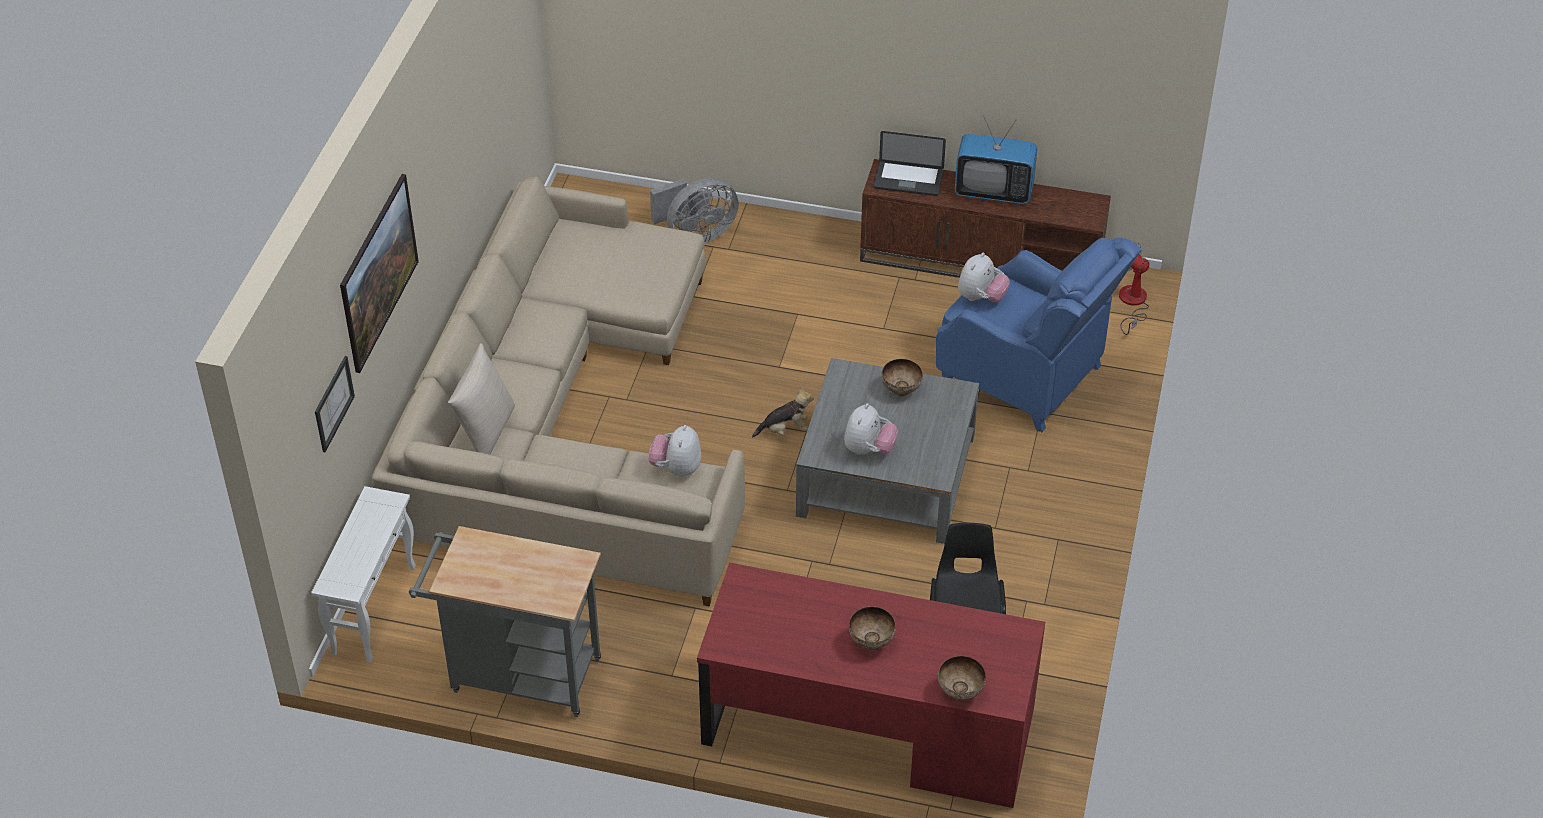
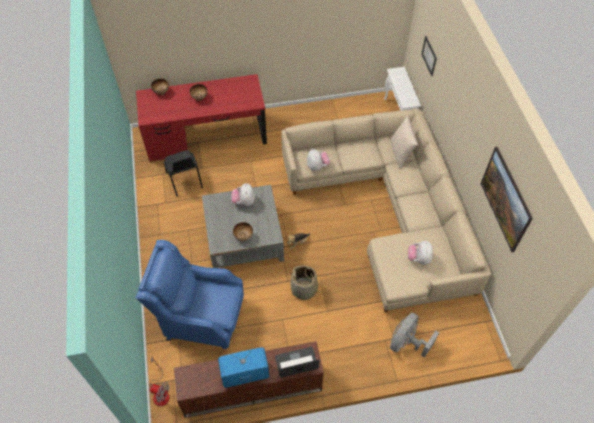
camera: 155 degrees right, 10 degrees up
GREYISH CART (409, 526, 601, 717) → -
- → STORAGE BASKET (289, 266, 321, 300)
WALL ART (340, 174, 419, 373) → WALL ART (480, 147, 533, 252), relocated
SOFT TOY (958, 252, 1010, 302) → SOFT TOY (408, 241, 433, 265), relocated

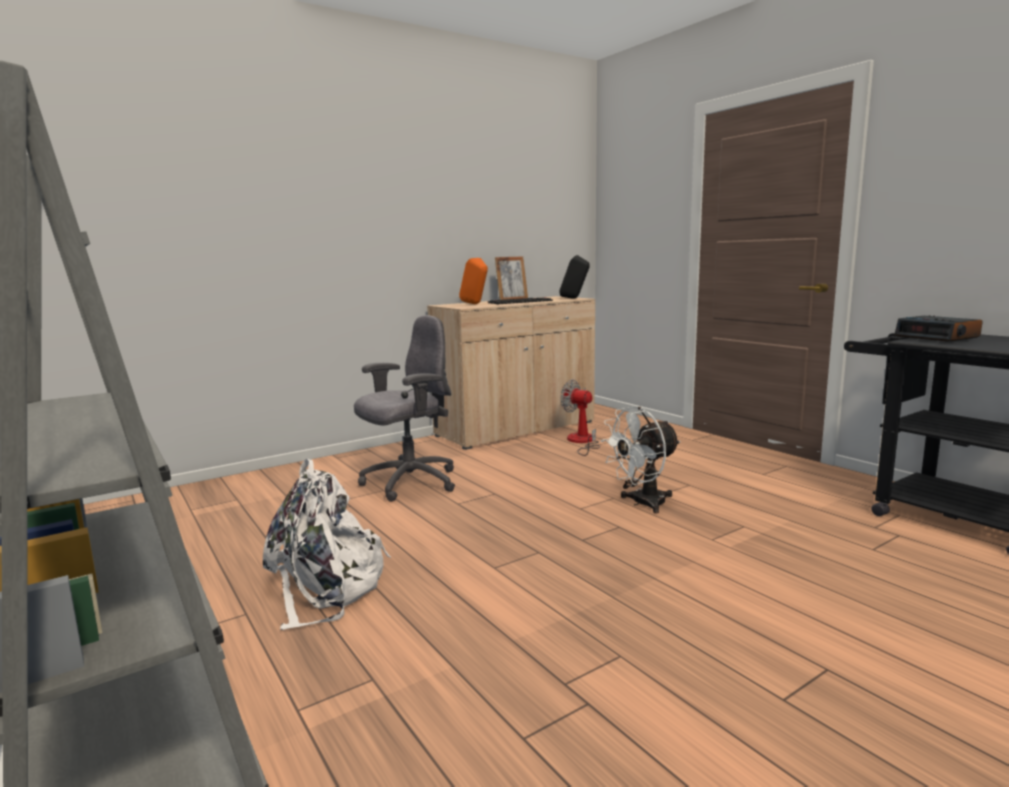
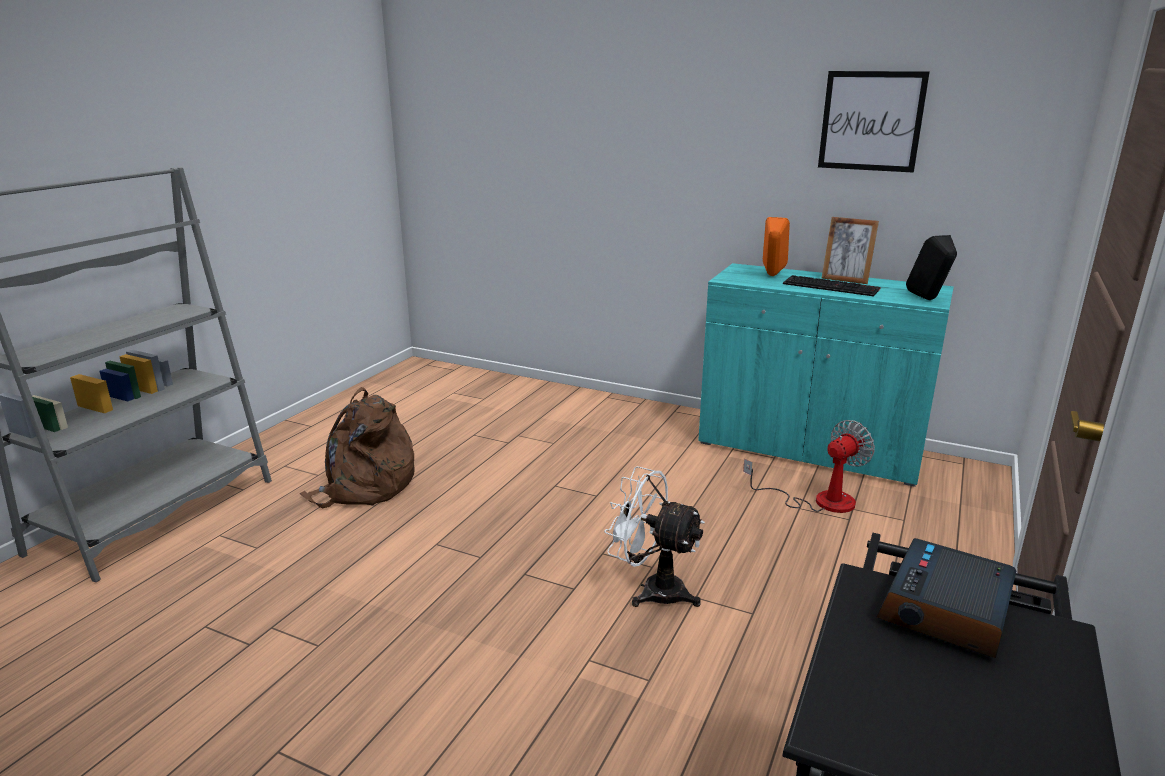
camera: 60 degrees right, 10 degrees up
GREYISH OFFICE CHAIR (354, 315, 455, 502) → -
- → WALL ART (818, 71, 930, 173)
WHITISH RUCKSACK (263, 459, 391, 630) → BROWNISH RUCKSACK (299, 387, 415, 508)
BEIGE-COLOURED CUPBOARD (427, 296, 595, 450) → TURQUOISE CUPBOARD (698, 263, 954, 487)
COOLING FAN (561, 379, 600, 456) → COOLING FAN (743, 420, 875, 513), 45 degrees clockwise

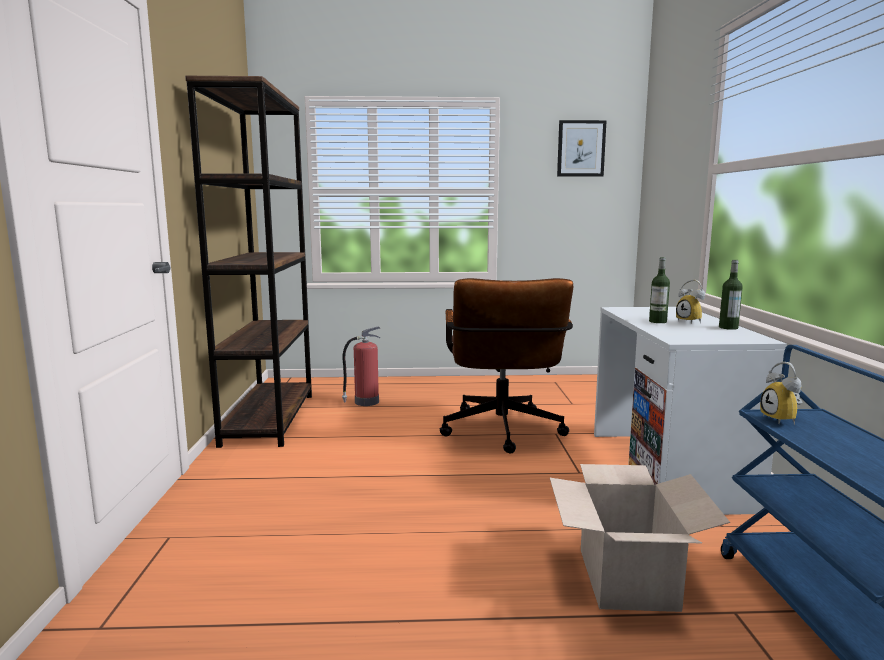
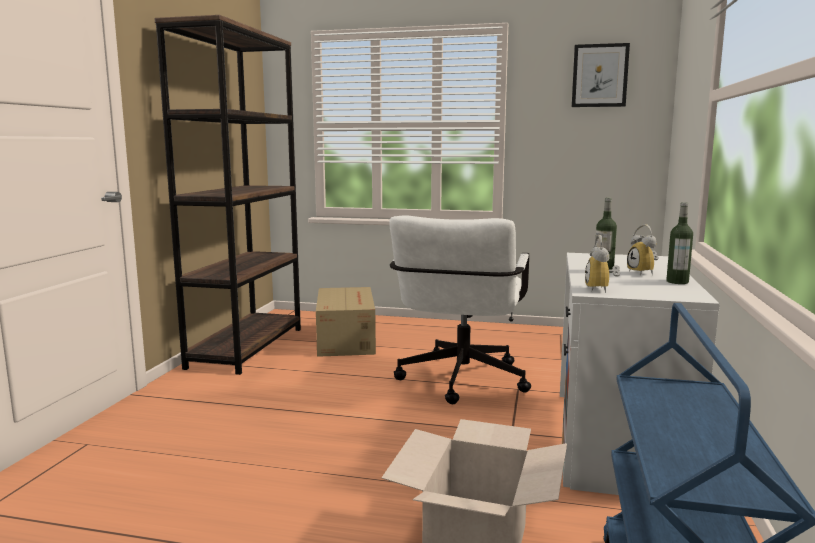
camera: 15 degrees right, 0 degrees up
BEDSIDE CLOCK (760, 362, 802, 425) → BEDSIDE CLOCK (585, 235, 620, 293), relocated
EXTINGUISHER (342, 326, 380, 406) → CARDBOARD BOX (316, 287, 376, 357)
BROWNISH OFFICE CHAIR (439, 278, 573, 453) → WHITISH OFFICE CHAIR (389, 216, 531, 404)

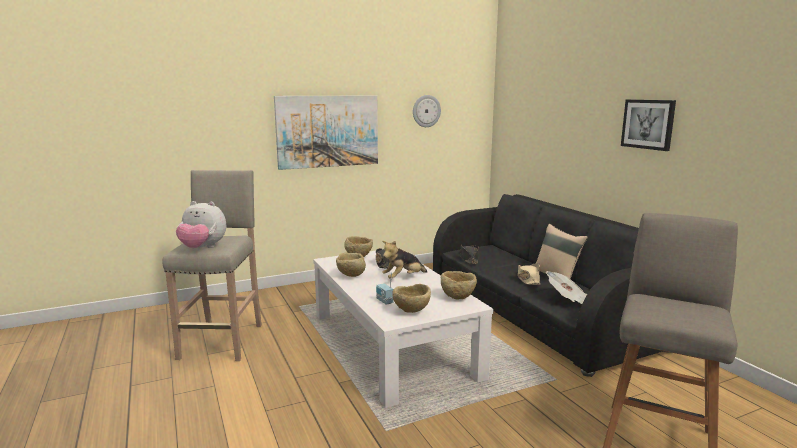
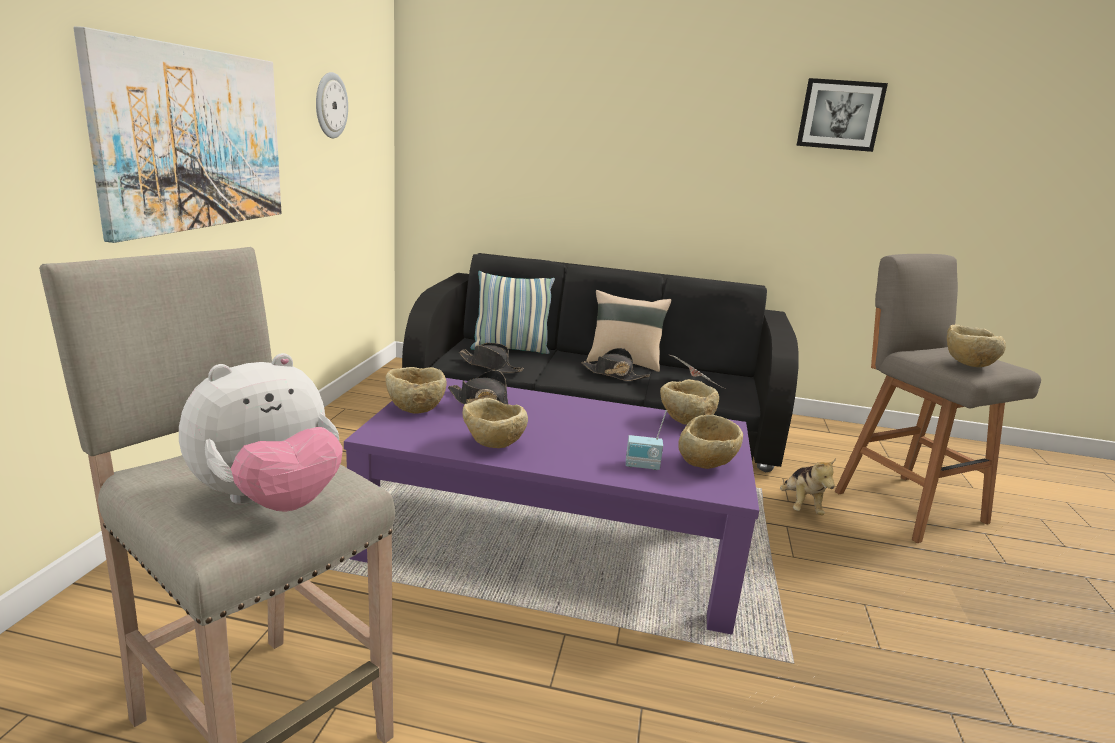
camera: 55 degrees left, 5 degrees up
- → THROW PILLOW (471, 271, 555, 354)
- → BEIGE-COLOURED SERVING BOWL (947, 324, 1006, 367)
SOFT TOY (382, 241, 427, 279) → SOFT TOY (780, 458, 836, 515), relocated
WALL ART (621, 100, 676, 151) → WALL ART (796, 78, 888, 152), relocated
WHITISH COFFEE TABLE (313, 251, 493, 408) → PURPLE-COLOURED COFFEE TABLE (344, 378, 759, 635)
BEIGE-COLOURED WEARABLE HAT (518, 263, 541, 285) → BLACK WEARABLE HAT (582, 348, 650, 381)

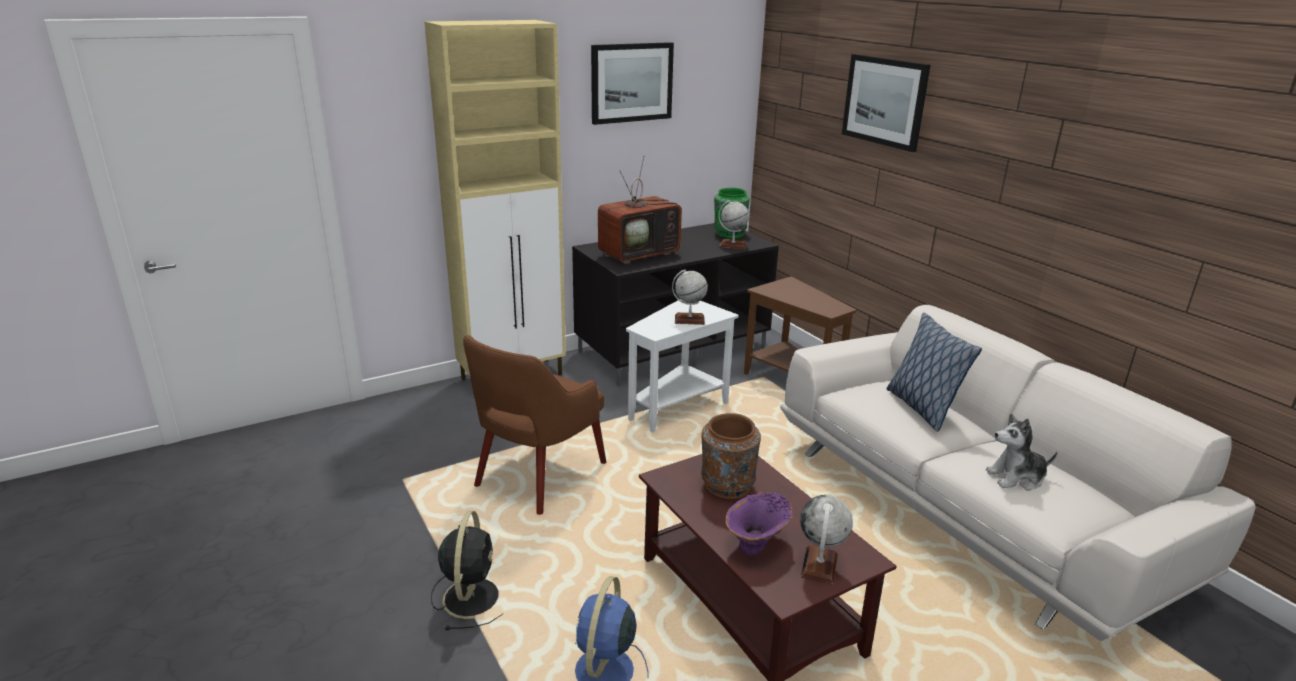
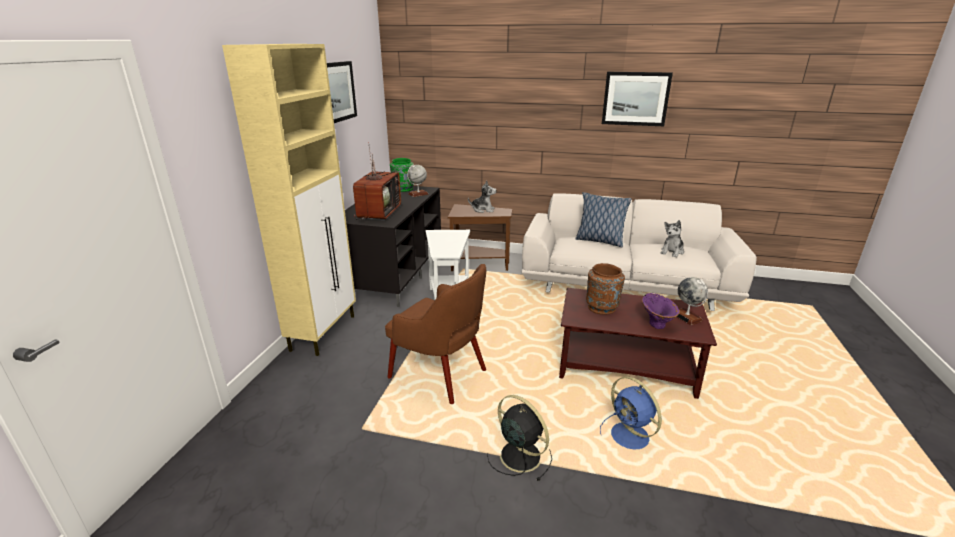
camera: 45 degrees left, 0 degrees up
GLOBE (672, 270, 708, 325) → -
- → SOFT TOY (468, 180, 497, 213)
WALL ART (842, 54, 930, 152) → WALL ART (602, 72, 673, 126), relocated
BROWNISH EASY CHAIR (463, 335, 606, 515) → BROWNISH EASY CHAIR (385, 264, 486, 404), 45 degrees counterclockwise

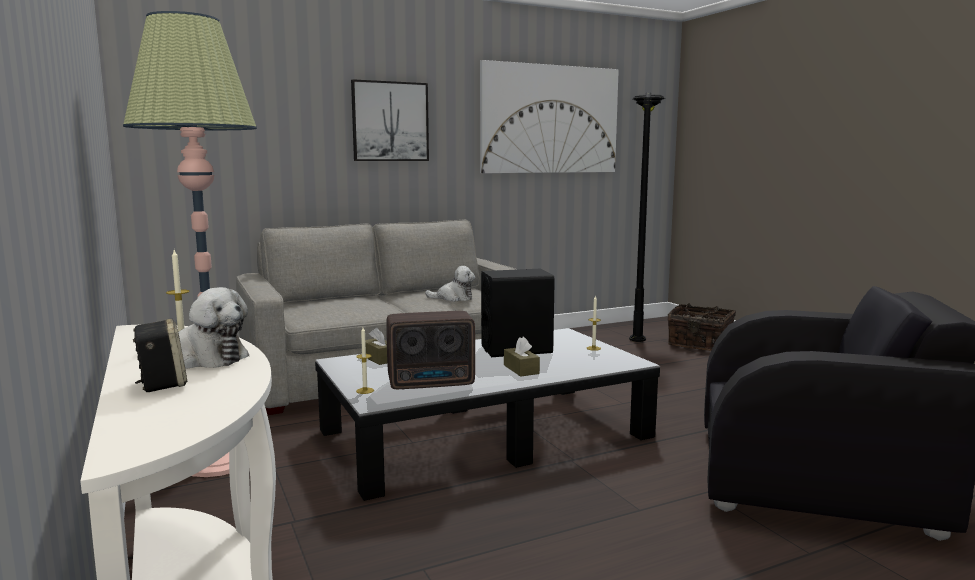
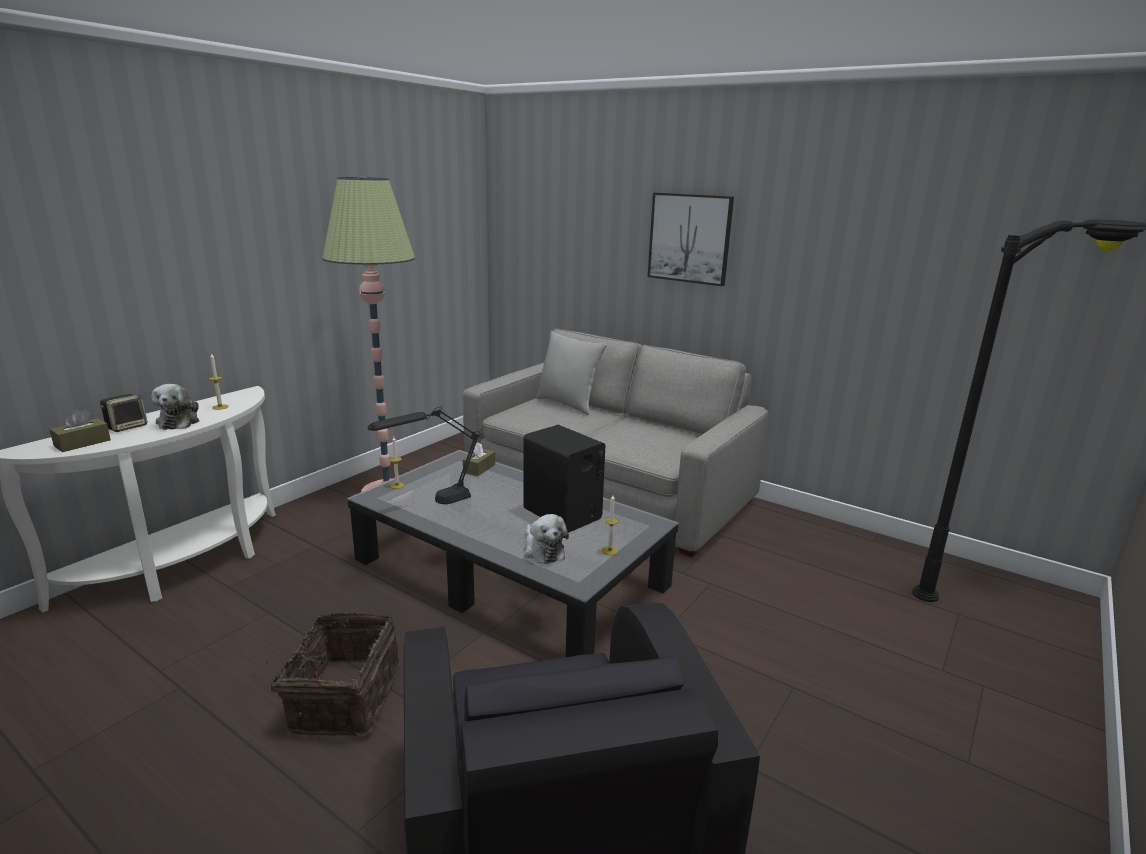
camera: 60 degrees right, 10 degrees up
WALL ART (480, 60, 619, 173) → -
- → GREYISH THROW PILLOW (536, 331, 607, 415)
SOFT TOY (425, 266, 475, 302) → SOFT TOY (524, 514, 569, 564), relocated
BROWNISH BOX OF TISSUES (504, 337, 540, 377) → BROWNISH BOX OF TISSUES (49, 409, 111, 452), relocated
STORAGE BASKET (668, 303, 736, 351) → STORAGE BASKET (254, 612, 400, 736), relocated
RADIO SET (386, 311, 475, 390) → BLACK TABLE LAMP (368, 407, 480, 504)

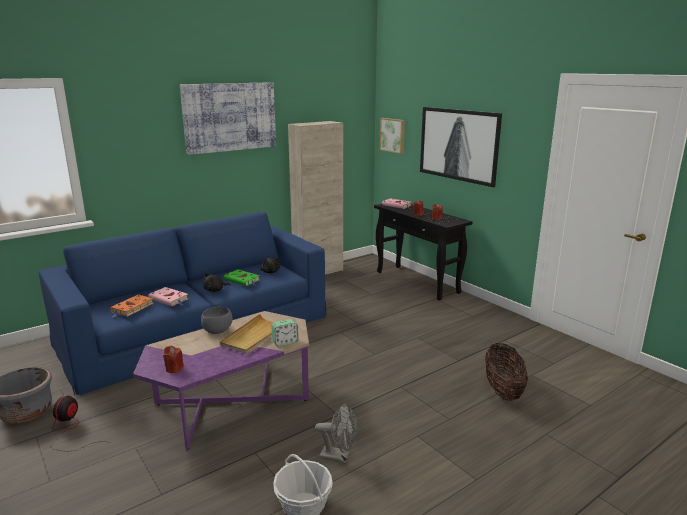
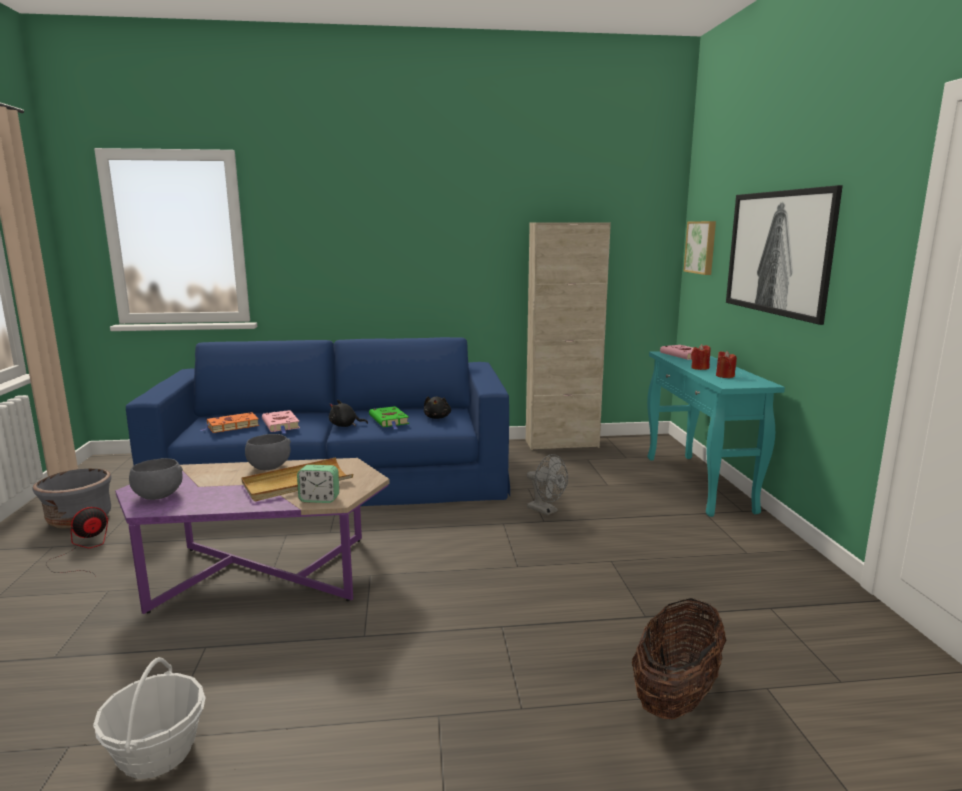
camera: 30 degrees right, 5 degrees down
WALL ART (180, 82, 276, 155) → -
GREYISH COOLING FAN (315, 404, 357, 463) → GREYISH COOLING FAN (527, 454, 568, 516), relocated
RED-COLOURED WAX CANDLE (163, 346, 184, 373) → GREYISH SERVING BOWL (129, 458, 183, 500)
BLACK NARROW TABLE (374, 204, 473, 300) → TURQUOISE NARROW TABLE (647, 351, 785, 517)

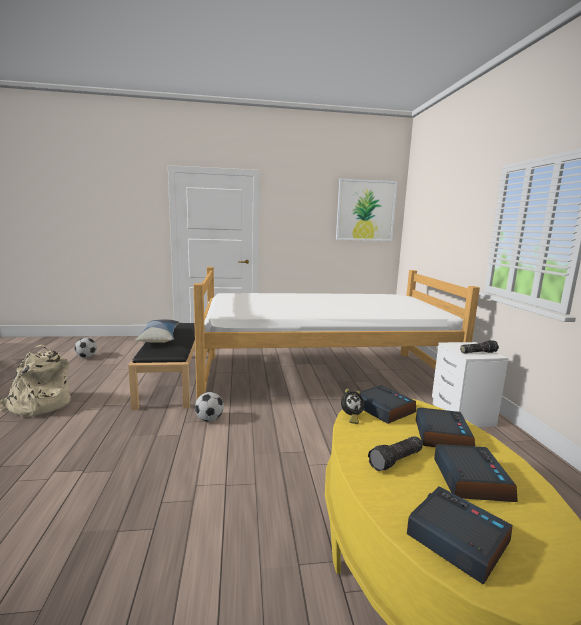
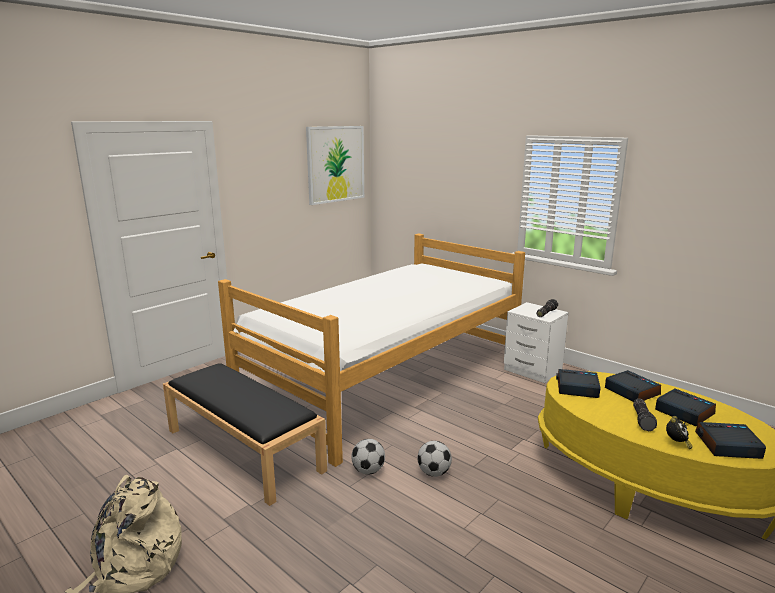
camera: 40 degrees left, 5 degrees up
THROW PILLOW (136, 319, 179, 343) → -
FOOTBALL (75, 338, 97, 358) → FOOTBALL (418, 441, 452, 477), relocated
BEDSIDE CLOCK (341, 388, 364, 424) → BEDSIDE CLOCK (666, 416, 693, 449), relocated

